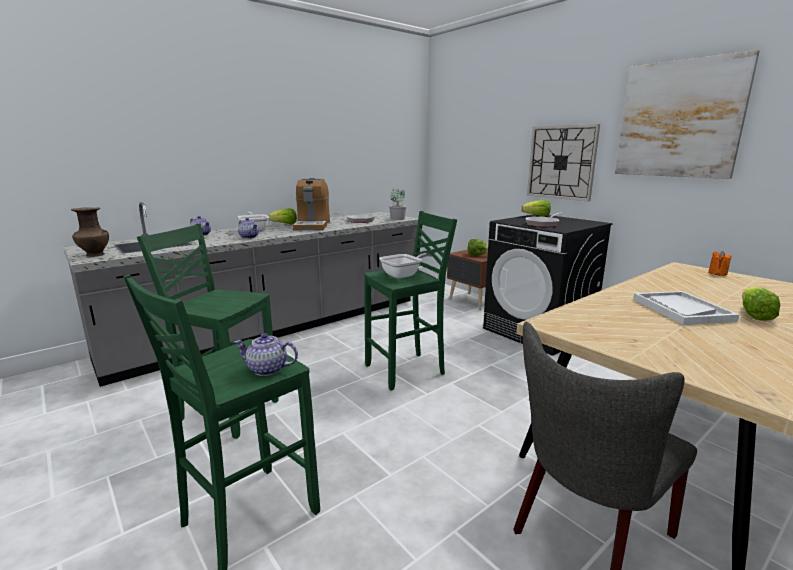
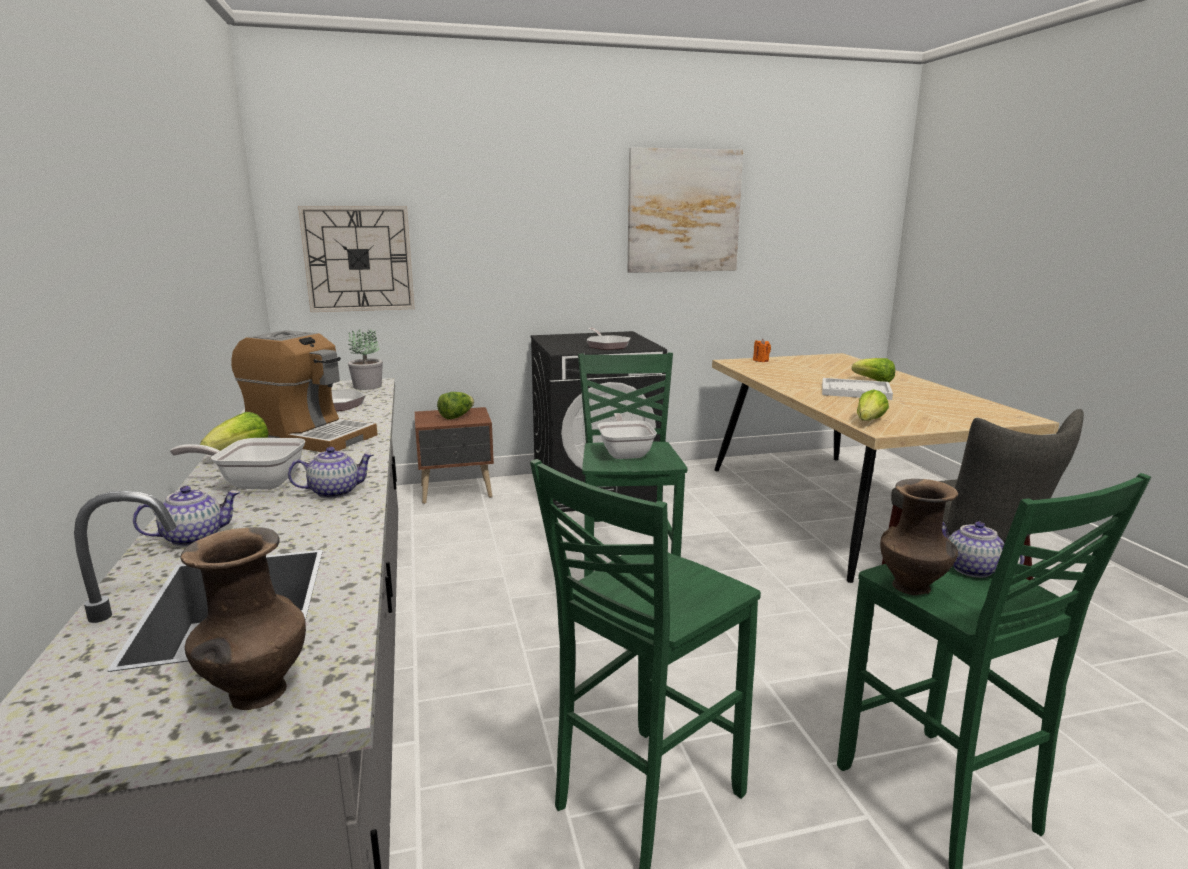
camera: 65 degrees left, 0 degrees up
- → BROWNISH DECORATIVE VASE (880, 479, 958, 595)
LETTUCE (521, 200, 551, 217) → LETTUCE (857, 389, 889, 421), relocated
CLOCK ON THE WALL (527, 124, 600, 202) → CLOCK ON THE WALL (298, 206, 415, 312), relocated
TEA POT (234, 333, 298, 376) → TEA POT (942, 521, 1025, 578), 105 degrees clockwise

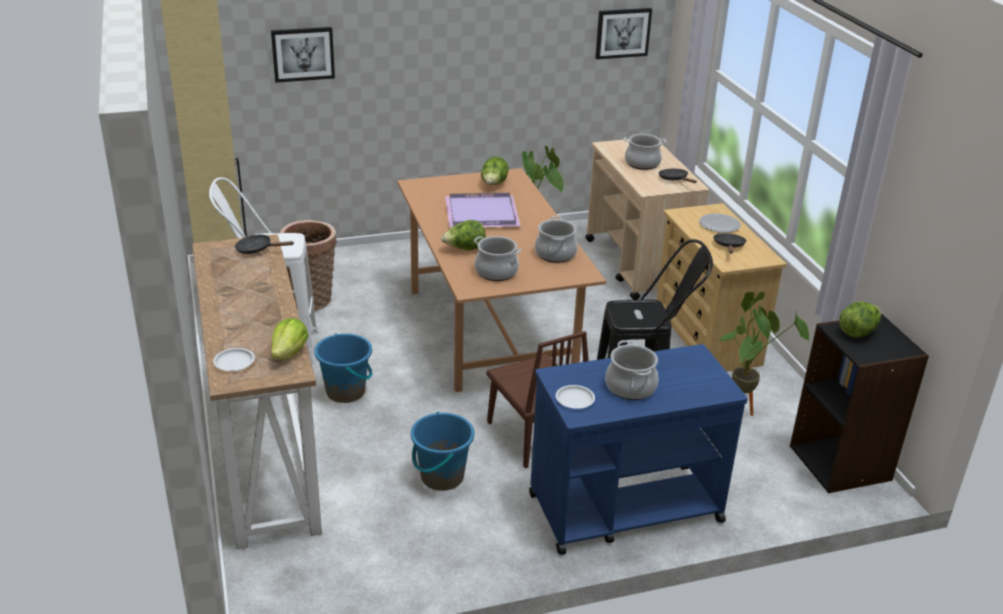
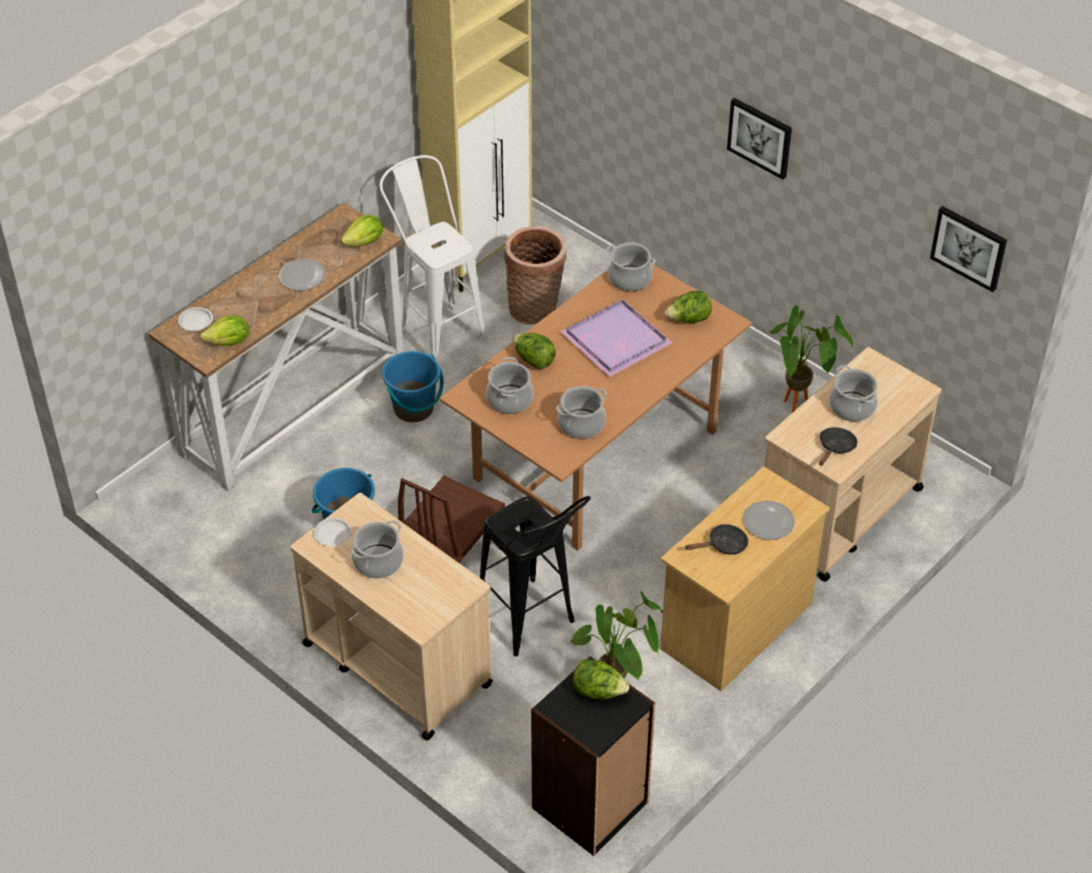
camera: 60 degrees right, 15 degrees up
- → FLAT DISH (279, 259, 326, 291)
- → COOKING POT (606, 243, 656, 291)
WALL ART (271, 27, 335, 83) → WALL ART (727, 98, 792, 180), relocated
BLACK PAN (235, 234, 294, 254) → LETTUCE (340, 215, 383, 247)
BLUE CART (529, 344, 748, 555) → BEIGE-COLOURED CART (290, 493, 493, 740)

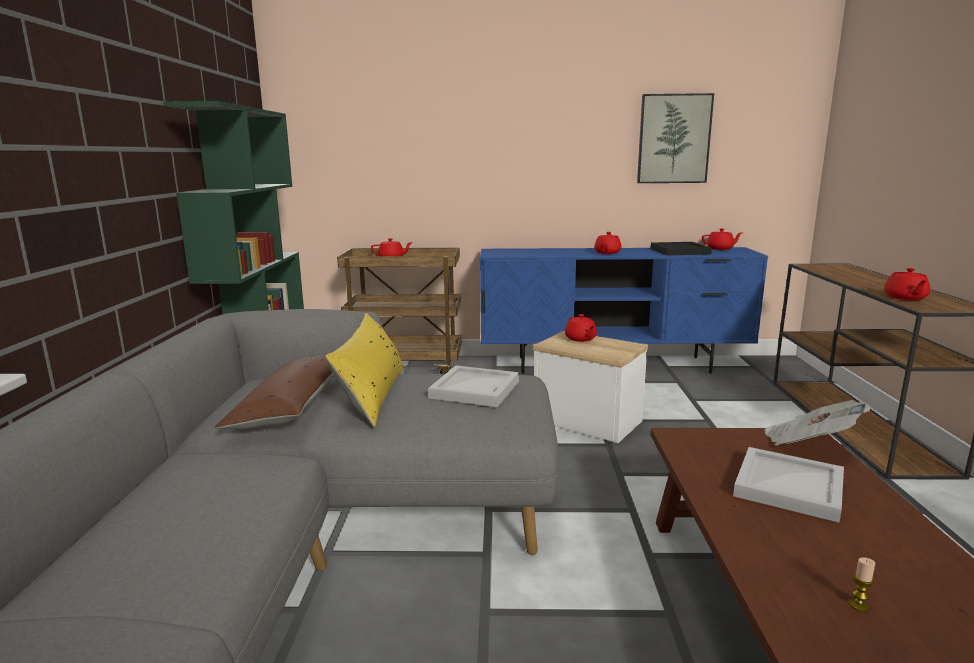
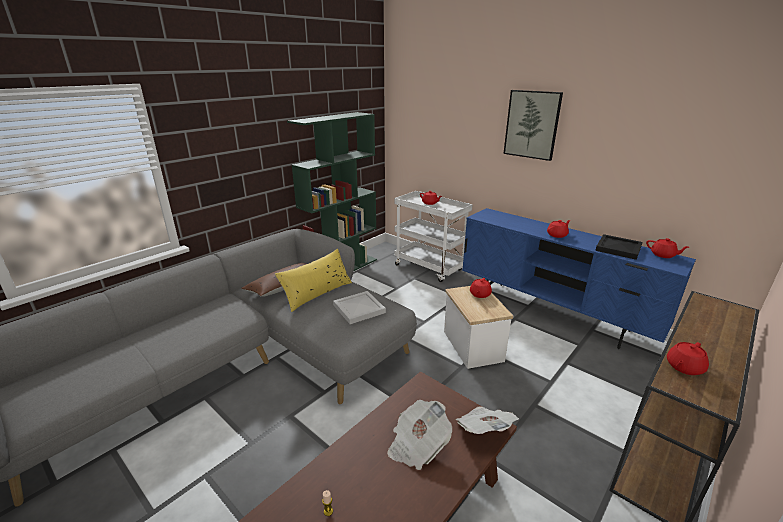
camera: 40 degrees right, 10 degrees up
WALL ART (637, 93, 714, 183) → WALL ART (503, 90, 563, 161), relocated
WHITISH SERVING TRAY (733, 447, 844, 522) → DAILY PAPER (387, 400, 452, 470)
BROWNISH CART (337, 248, 462, 374) → WHITISH CART (394, 191, 472, 282)

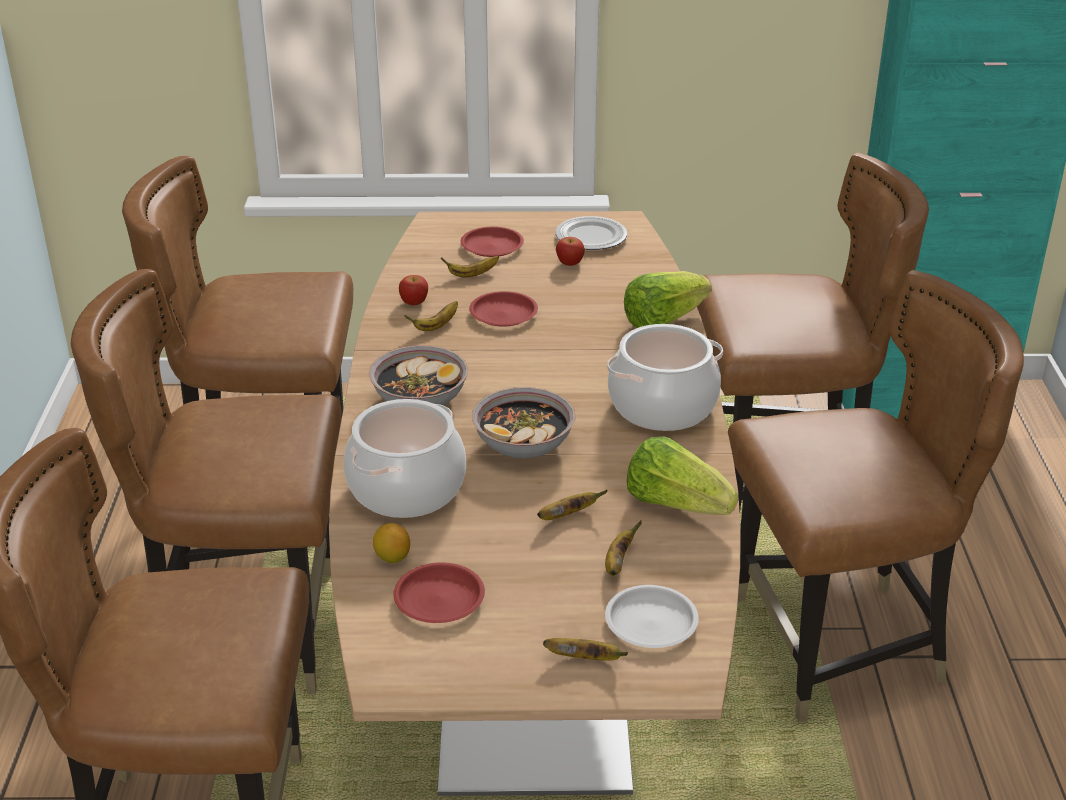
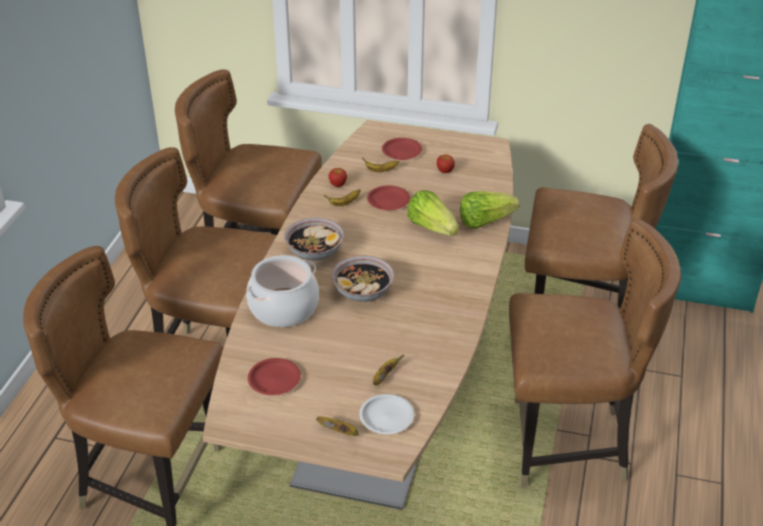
camera: 15 degrees right, 5 degrees up
LEMON (373, 523, 410, 563) → -
BANANA FRUIT (537, 490, 608, 520) → -
FLAT DISH (555, 216, 628, 250) → -
COOKING POT (607, 324, 723, 431) → -
LETTUCE (627, 437, 738, 515) → LETTUCE (407, 190, 459, 236), relocated

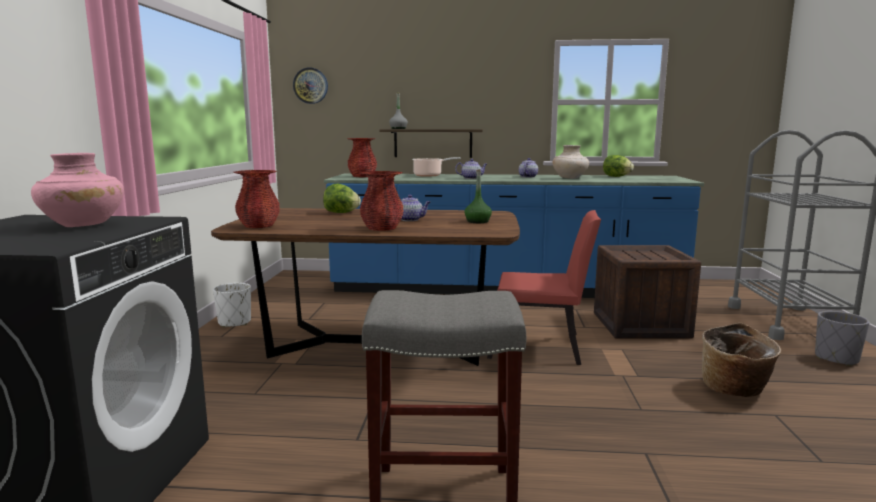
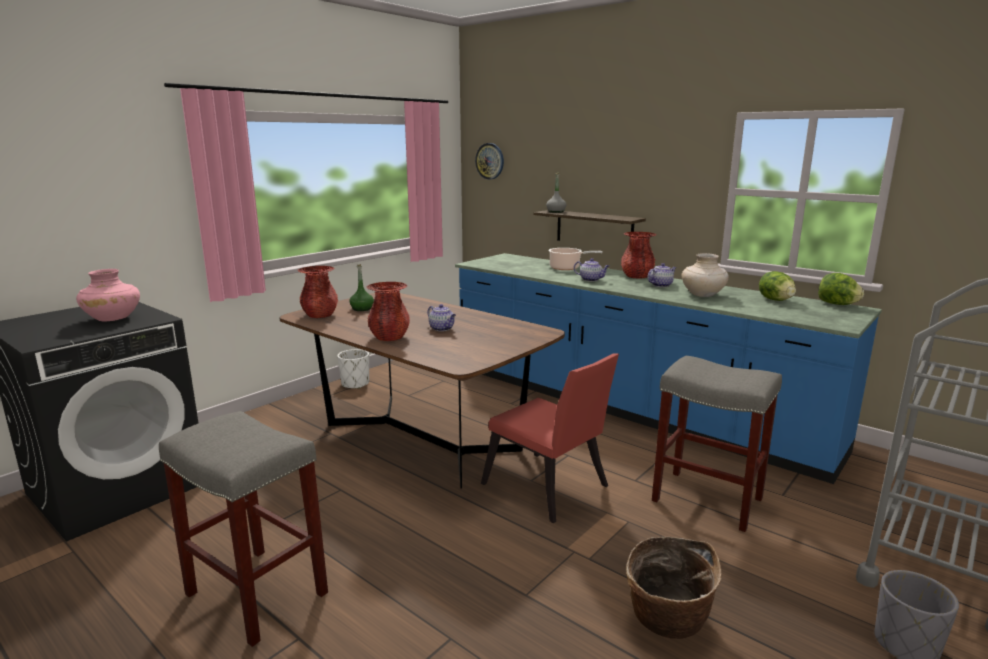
camera: 35 degrees right, 5 degrees up
LETTUCE (323, 184, 361, 213) → LETTUCE (818, 273, 864, 305), relocated
RED-COLOURED DECORATIVE VASE (347, 138, 377, 177) → RED-COLOURED DECORATIVE VASE (621, 232, 656, 279), relocated
GREEN-COLOURED BEVERAGE BOTTLE (464, 169, 492, 223) → GREEN-COLOURED BEVERAGE BOTTLE (349, 264, 374, 311), relocated
SHIPPING CRATE (594, 245, 701, 338) → GREYISH STOOL SEAT (652, 356, 782, 532)

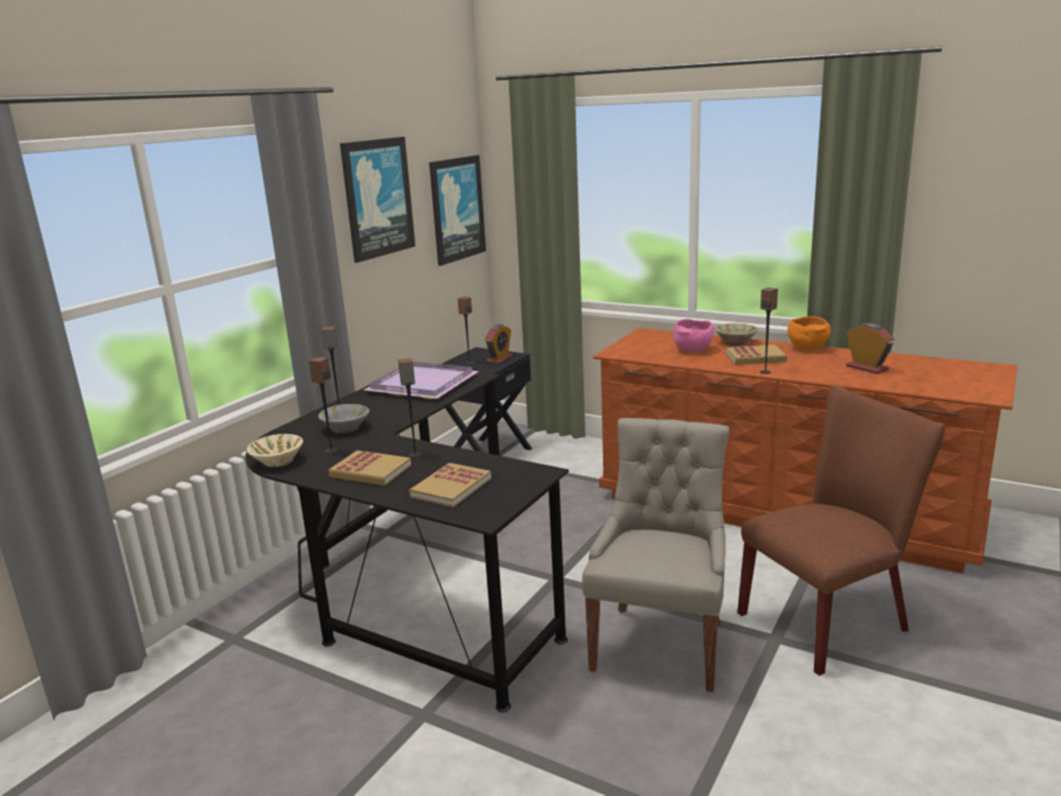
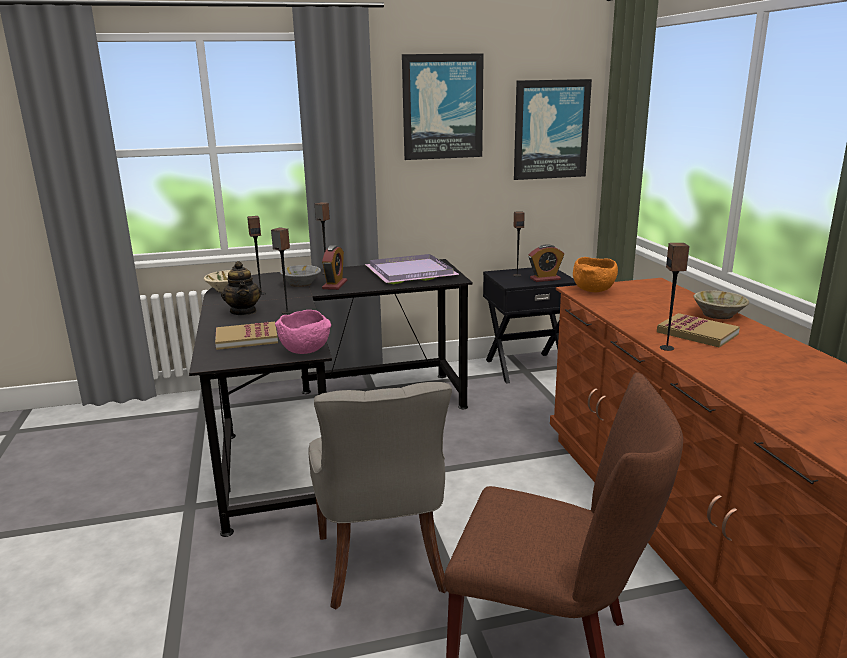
camera: 45 degrees right, 0 degrees up
PINK SERVING BOWL (673, 319, 714, 352) → PINK SERVING BOWL (275, 310, 331, 354), relocated
ORANGE SERVING BOWL (788, 316, 831, 350) → ORANGE SERVING BOWL (573, 257, 618, 292), relocated
BEDSIDE CLOCK (846, 323, 894, 374) → BEDSIDE CLOCK (322, 245, 347, 290), relocated
BOUND BOOK (329, 450, 411, 486) → TEA POT (221, 261, 262, 315)
GREYISH CHAIR (582, 418, 730, 692) → GREYISH CHAIR (309, 382, 452, 610), 105 degrees clockwise

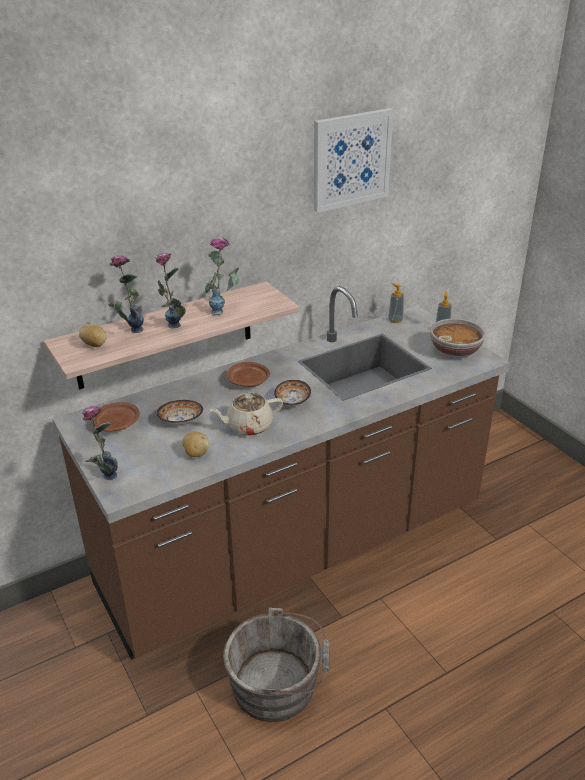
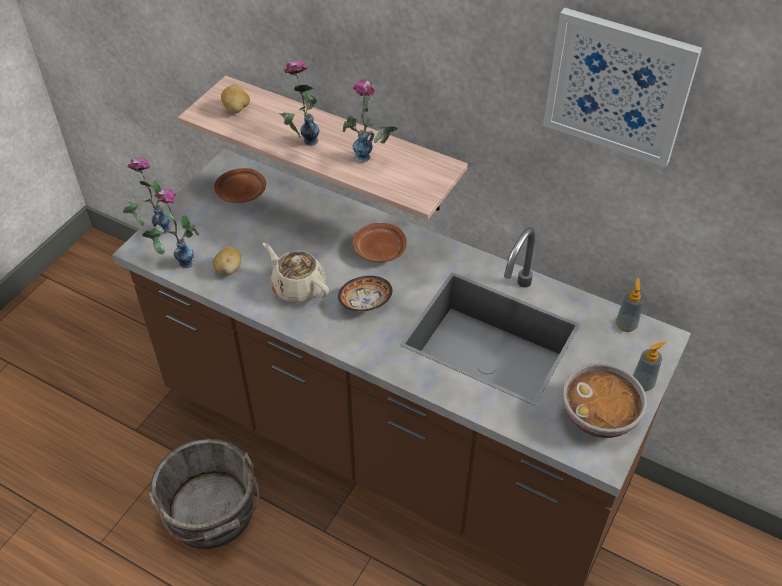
camera: 60 degrees right, 15 degrees up
SERVING BOWL (156, 400, 203, 424) → -
DECORATIVE VASE (108, 255, 144, 333) → DECORATIVE VASE (142, 188, 199, 269), relocated

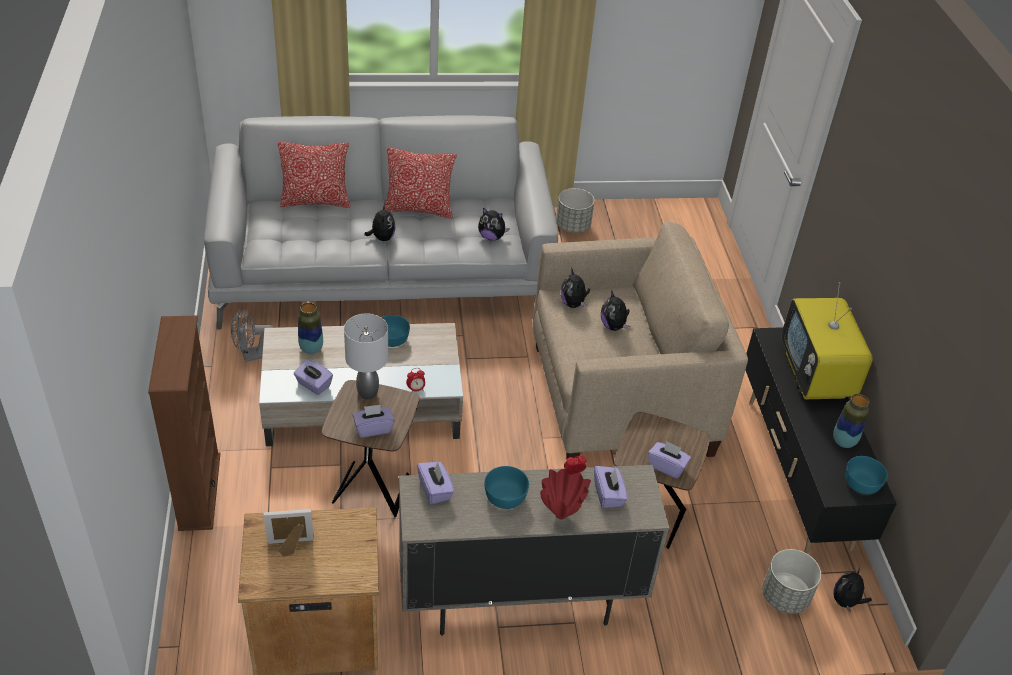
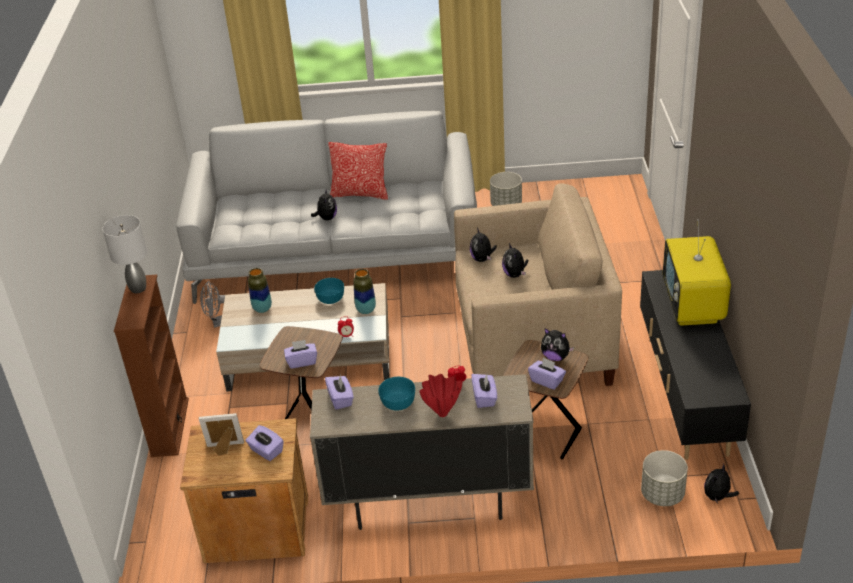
camera: 10 degrees right, 5 degrees down
THROW PILLOW (278, 142, 350, 208) → -
TURQUOISE SERVING BOWL (846, 456, 888, 494) → -
PURPLE-COLOURED BOX OF TISSUES (294, 359, 333, 395) → PURPLE-COLOURED BOX OF TISSUES (246, 425, 284, 461), relocated
GREYISH TABLE LAMP (344, 313, 388, 400) → GREYISH TABLE LAMP (102, 215, 148, 293), relocated
SOFT TOY (478, 208, 510, 240) → SOFT TOY (541, 328, 574, 361), relocated
DECORATIVE VASE (833, 394, 870, 448) → DECORATIVE VASE (353, 269, 376, 314), relocated

